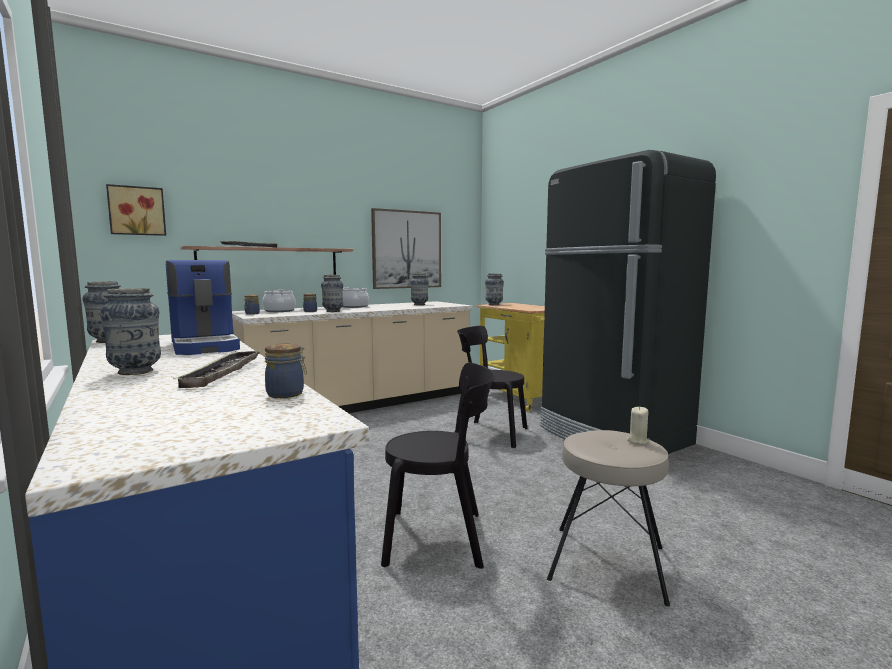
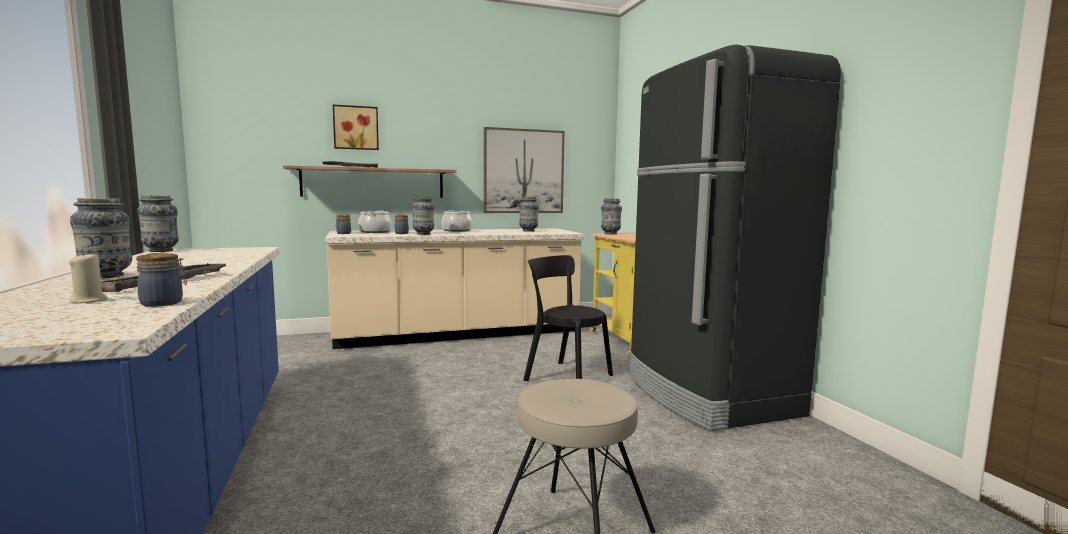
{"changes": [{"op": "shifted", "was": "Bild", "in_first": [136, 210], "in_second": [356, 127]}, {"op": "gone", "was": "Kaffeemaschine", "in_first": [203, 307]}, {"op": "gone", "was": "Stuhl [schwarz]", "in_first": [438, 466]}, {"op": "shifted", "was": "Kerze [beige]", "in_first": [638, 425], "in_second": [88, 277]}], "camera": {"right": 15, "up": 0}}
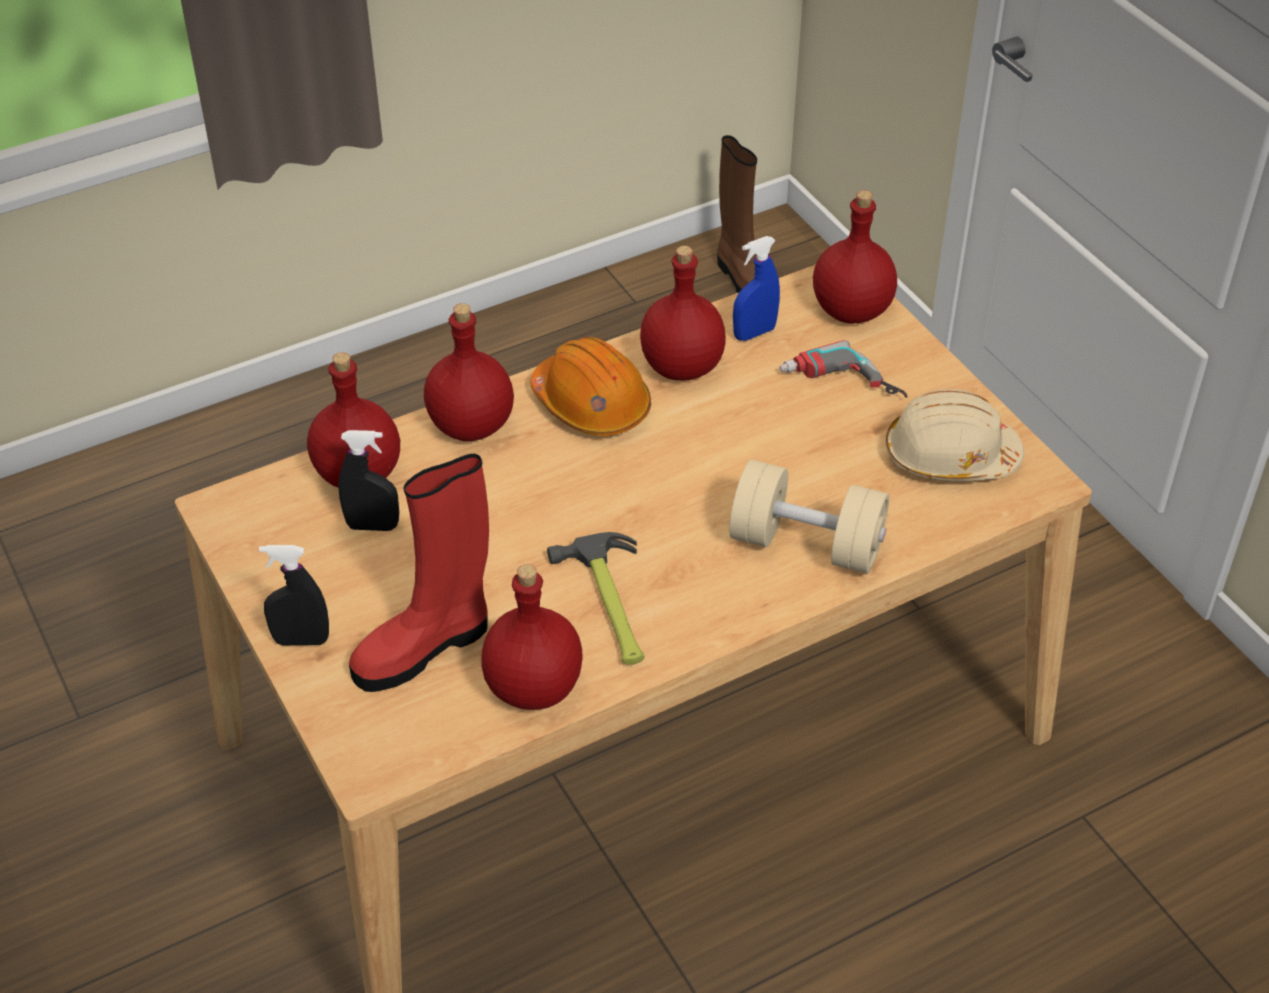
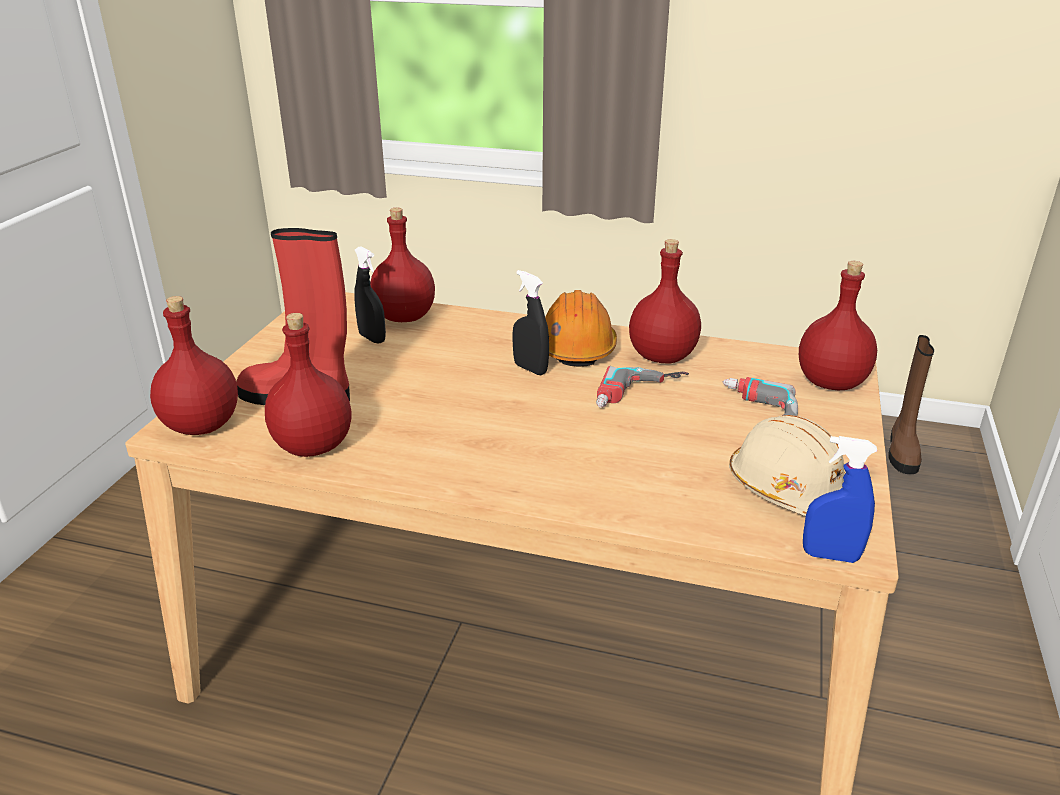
{"changes": [{"op": "shifted", "was": "Sprühflasche [blau]", "in_first": [756, 288], "in_second": [840, 499]}, {"op": "shifted", "was": "Flasche [rot]", "in_first": [469, 372], "in_second": [194, 365]}, {"op": "gone", "was": "Hantel [beige]", "in_first": [809, 517]}, {"op": "gone", "was": "Hammer", "in_first": [595, 598]}, {"op": "shifted", "was": "Sprühflasche [schwarz]", "in_first": [294, 595], "in_second": [530, 322]}, {"op": "new", "now": "Bohrmaschine", "in_second": [642, 387]}], "camera": {"right": 45, "up": -15}}
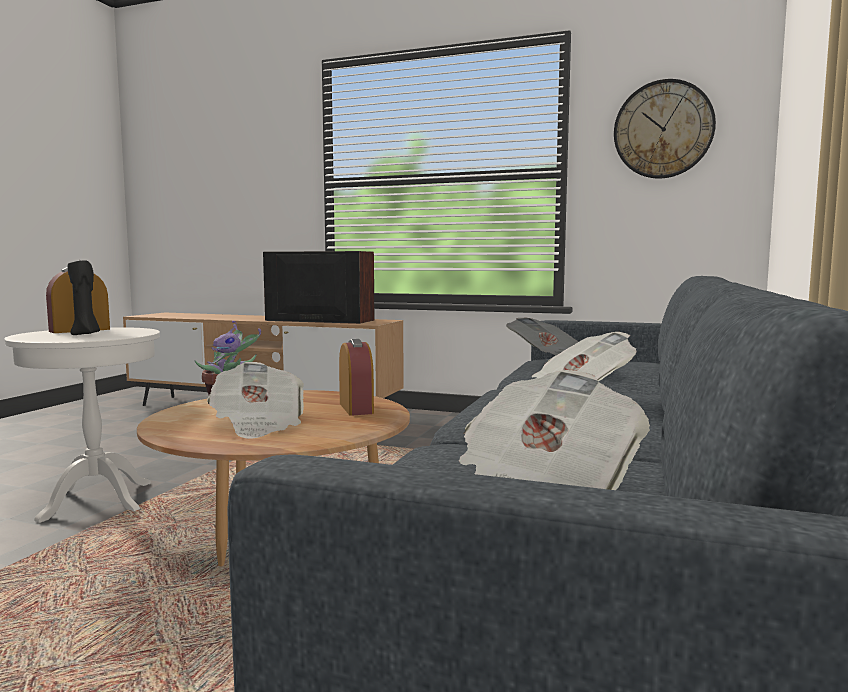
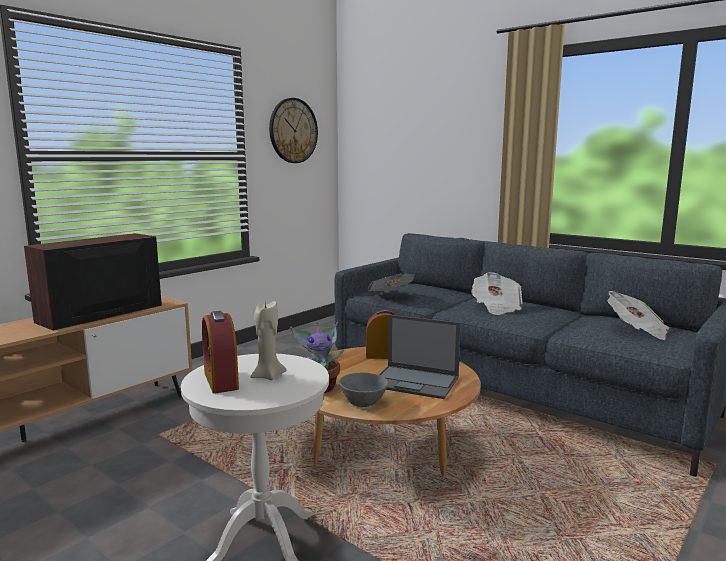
{"changes": [{"op": "repainted", "was": "Kerze [schwarz]", "now": "Kerze [beige]", "in_first": [84, 297], "in_second": [268, 341]}, {"op": "swapped", "was": "Zeitung", "now": "Laptop", "in_first": [255, 400], "in_second": [420, 357]}, {"op": "new", "now": "Schüssel [grau]", "in_second": [363, 390]}], "camera": {"right": -70, "up": 5}}
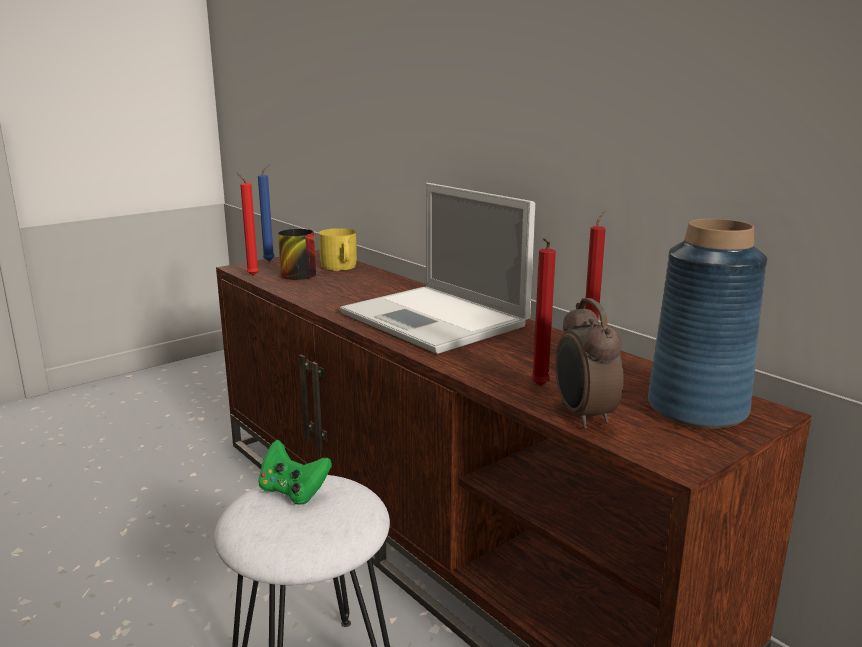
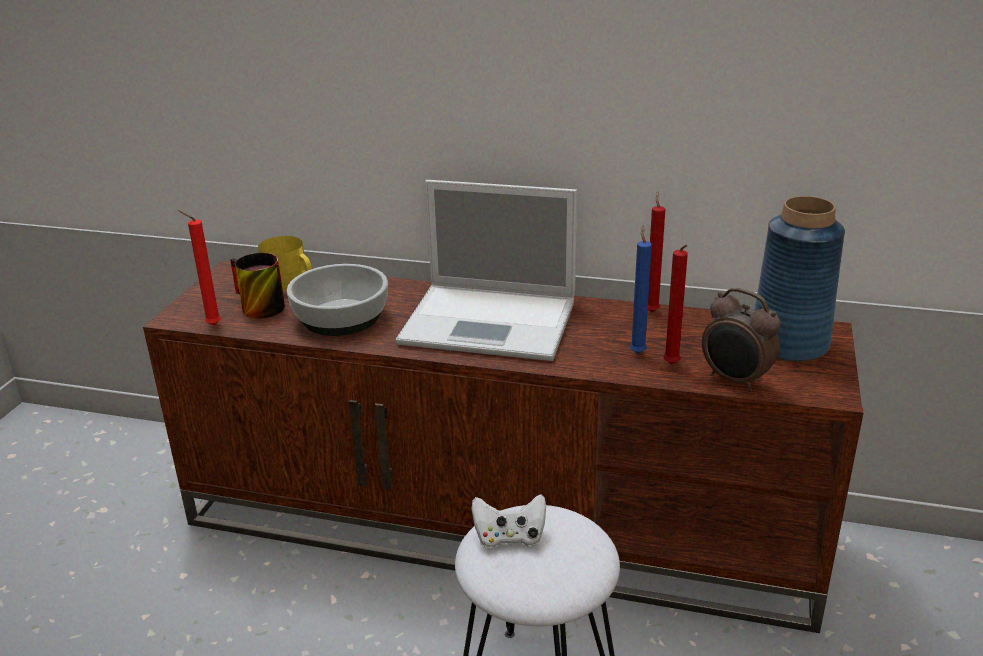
{"changes": [{"op": "shifted", "was": "Kerze [blau]", "in_first": [266, 213], "in_second": [641, 289]}, {"op": "repainted", "was": "Gamepad [grün]", "now": "Gamepad [weiß]", "in_first": [295, 472], "in_second": [508, 521]}, {"op": "new", "now": "Schüssel", "in_second": [337, 300]}], "camera": {"right": -35, "up": 10}}
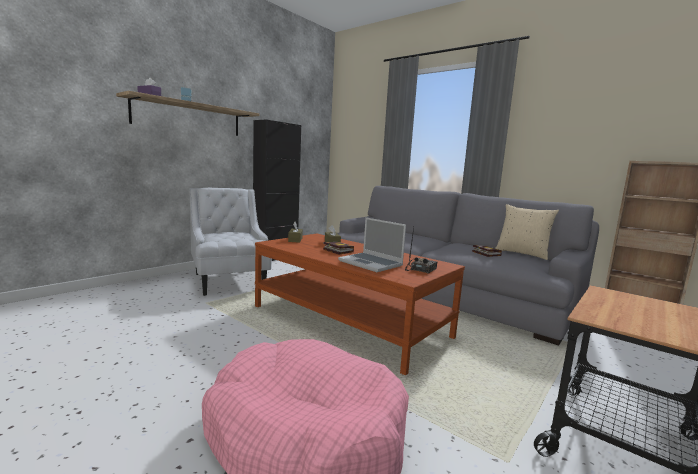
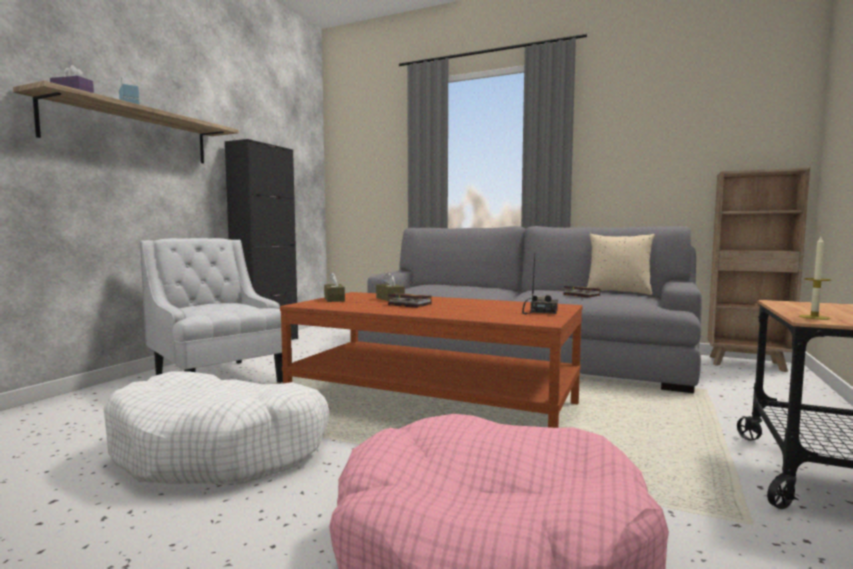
{"changes": [{"op": "gone", "was": "Laptop", "in_first": [372, 244]}, {"op": "new", "now": "Kerze", "in_second": [815, 278]}, {"op": "new", "now": "Hundebett [weiß]", "in_second": [216, 427]}], "camera": {"right": -15, "up": -5}}
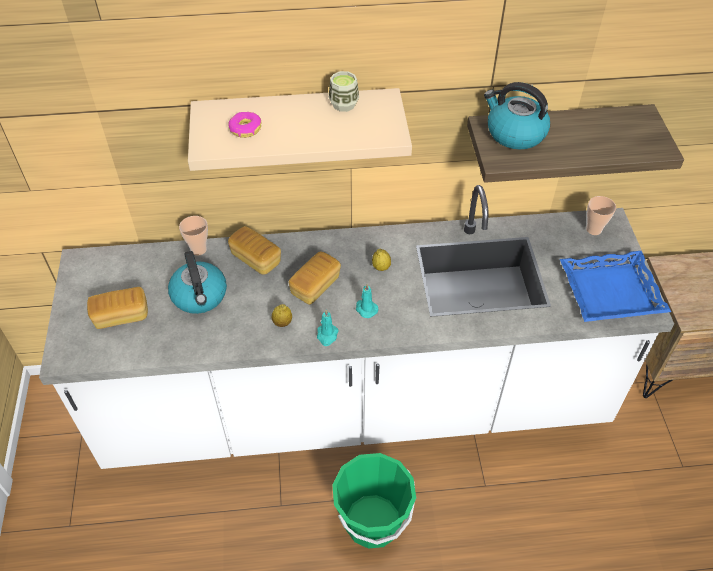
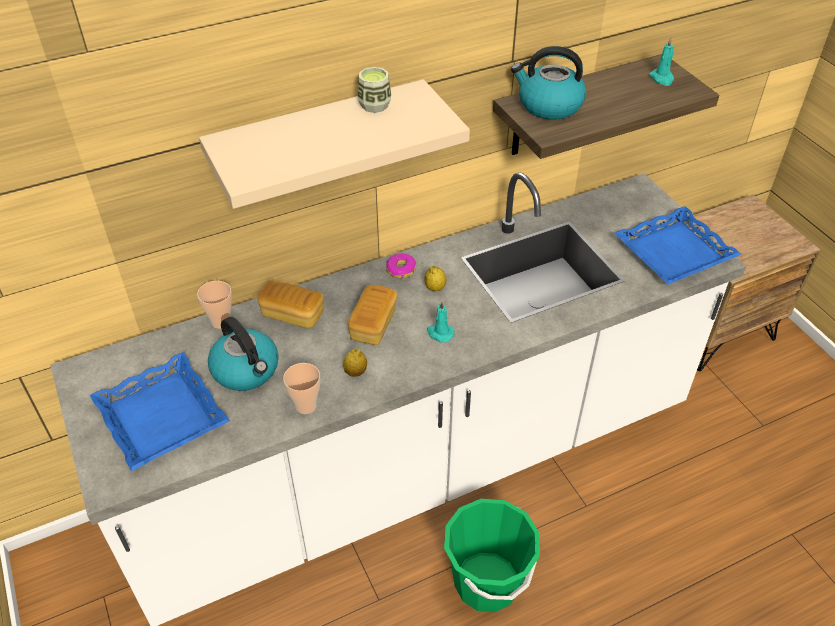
{"changes": [{"op": "shifted", "was": "Donut", "in_first": [244, 125], "in_second": [401, 265]}, {"op": "shifted", "was": "Tasse", "in_first": [601, 215], "in_second": [301, 388]}, {"op": "swapped", "was": "Brot", "now": "Tablett [blau]", "in_first": [117, 308], "in_second": [160, 411]}, {"op": "shifted", "was": "Kerze [türkis]", "in_first": [328, 328], "in_second": [661, 61]}], "camera": {"right": -20, "up": -5}}
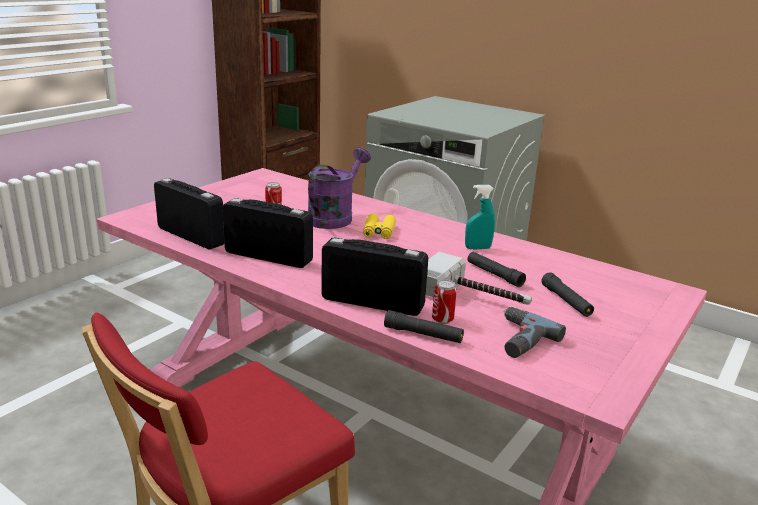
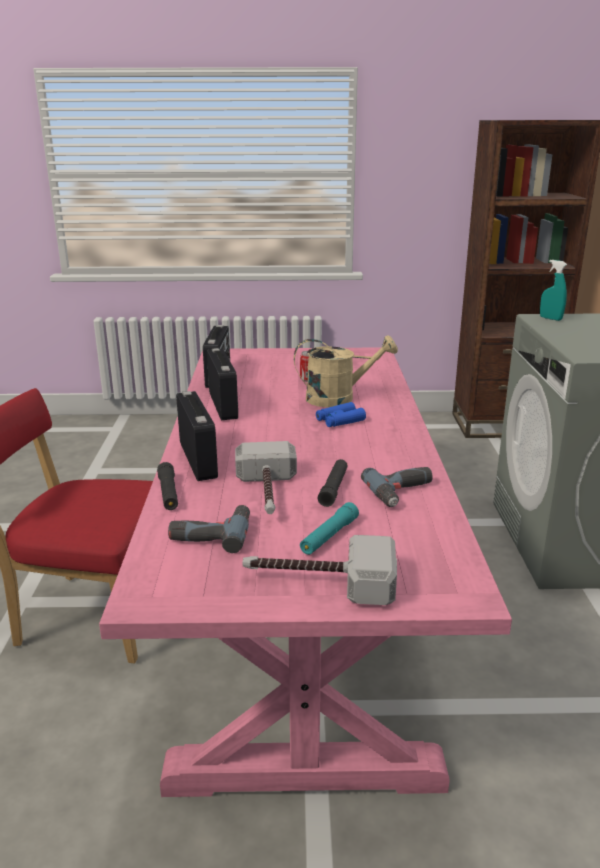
{"changes": [{"op": "repainted", "was": "Gießkanne [lila]", "now": "Gießkanne [beige]", "in_first": [339, 188], "in_second": [346, 371]}, {"op": "shifted", "was": "Sprühflasche [türkis]", "in_first": [480, 217], "in_second": [553, 290]}, {"op": "repainted", "was": "Fernglas [gelb]", "now": "Fernglas [blau]", "in_first": [379, 226], "in_second": [341, 414]}, {"op": "repainted", "was": "Taschenlampe [schwarz]", "now": "Taschenlampe [türkis]", "in_first": [567, 294], "in_second": [329, 528]}, {"op": "gone", "was": "Dose", "in_first": [444, 302]}, {"op": "new", "now": "Bohrmaschine", "in_second": [397, 487]}, {"op": "new", "now": "Hammer", "in_second": [320, 570]}], "camera": {"right": 55, "up": 0}}
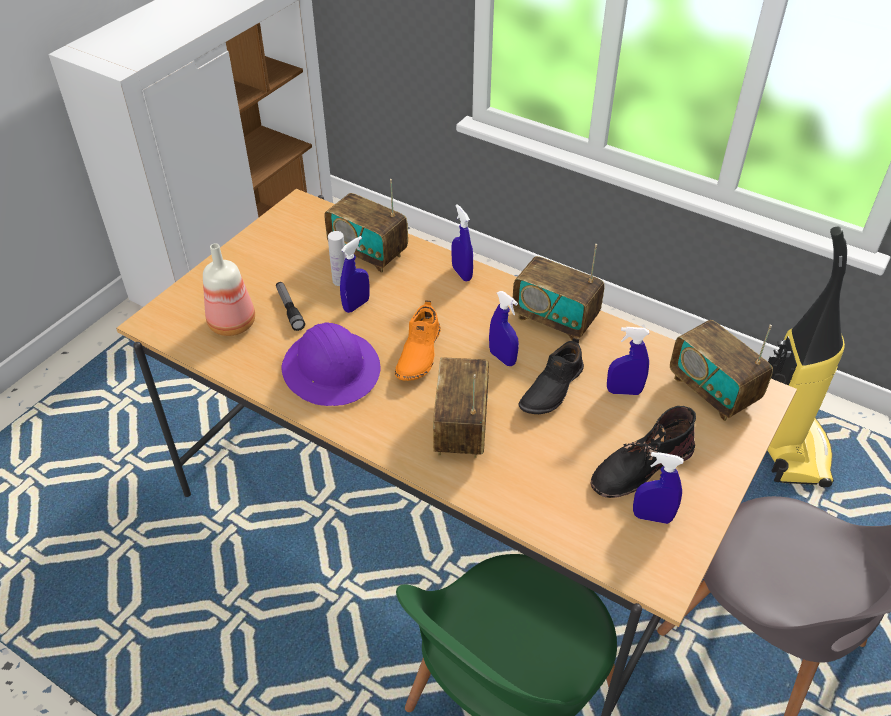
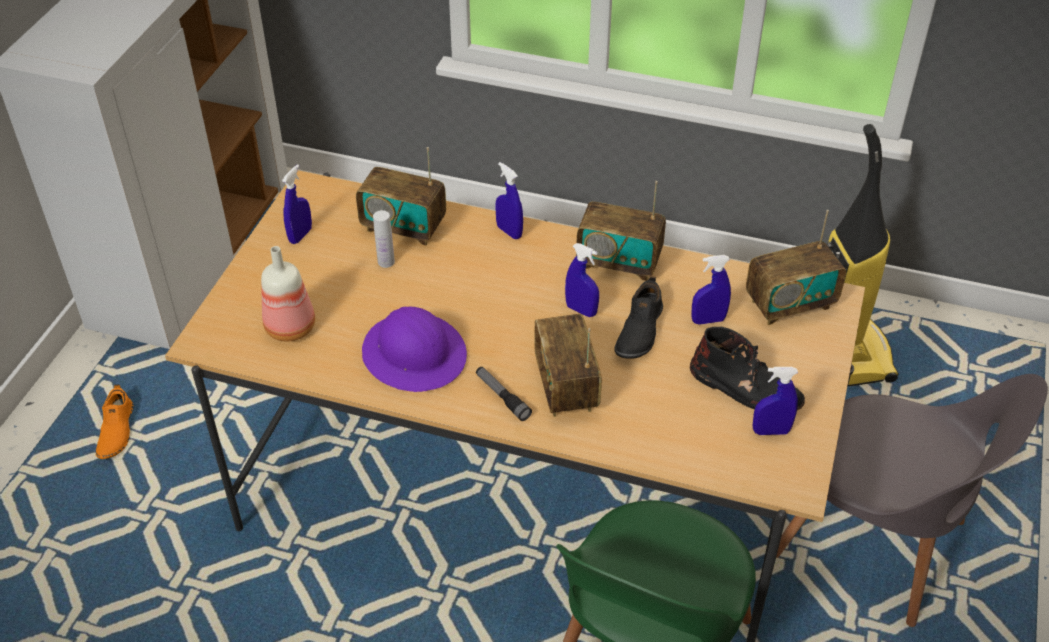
{"changes": [{"op": "shifted", "was": "Sprühflasche [blau]", "in_first": [355, 274], "in_second": [297, 204]}, {"op": "shifted", "was": "Taschenlampe", "in_first": [290, 306], "in_second": [504, 394]}, {"op": "shifted", "was": "Schuh [orange]", "in_first": [418, 340], "in_second": [114, 421]}, {"op": "rotated", "was": "Radio", "in_first": [721, 370], "in_second": [796, 267], "clockwise": -60}, {"op": "rotated", "was": "Stiefel [schwarz]", "in_first": [643, 452], "in_second": [747, 368], "clockwise": -105}], "camera": {"right": -15, "up": 0}}
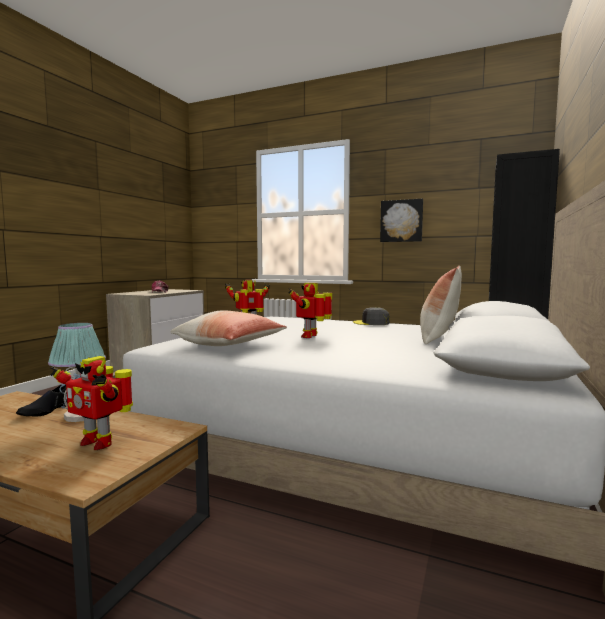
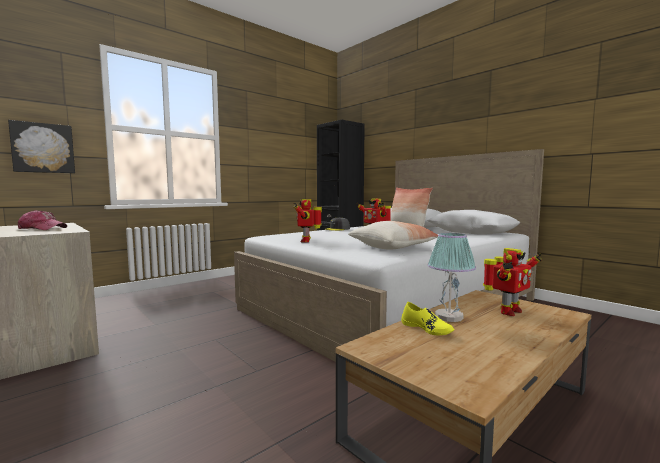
{"changes": [{"op": "shifted", "was": "Bild", "in_first": [401, 220], "in_second": [41, 146]}, {"op": "repainted", "was": "Schuh [schwarz]", "now": "Schuh [gelb]", "in_first": [41, 400], "in_second": [428, 318]}], "camera": {"right": -65, "up": 0}}
